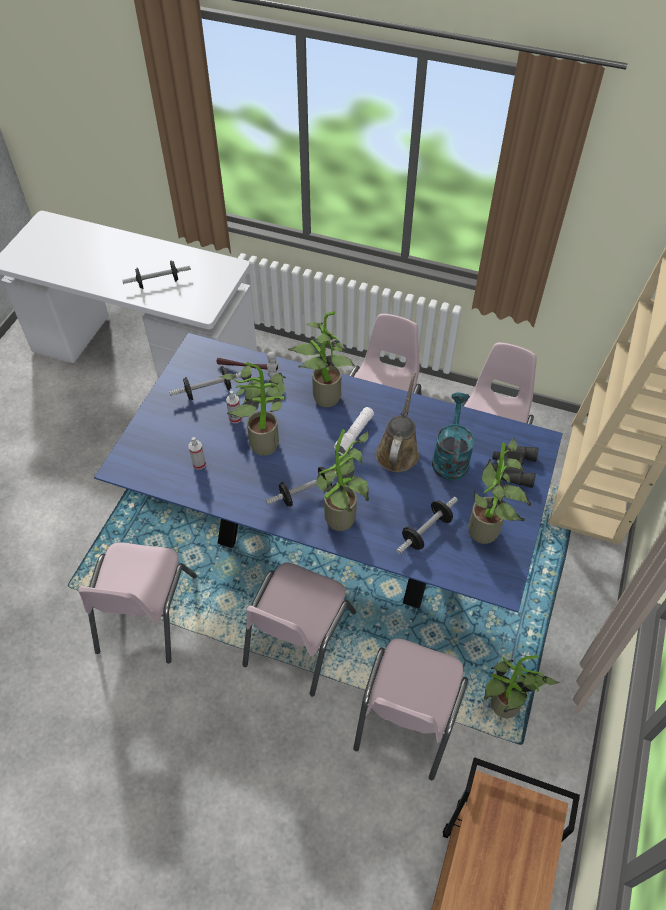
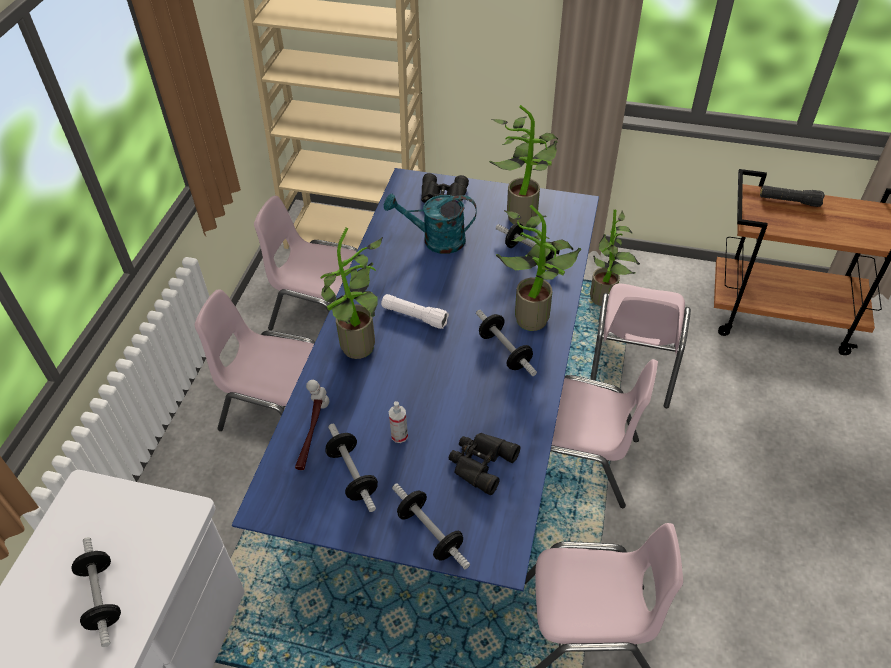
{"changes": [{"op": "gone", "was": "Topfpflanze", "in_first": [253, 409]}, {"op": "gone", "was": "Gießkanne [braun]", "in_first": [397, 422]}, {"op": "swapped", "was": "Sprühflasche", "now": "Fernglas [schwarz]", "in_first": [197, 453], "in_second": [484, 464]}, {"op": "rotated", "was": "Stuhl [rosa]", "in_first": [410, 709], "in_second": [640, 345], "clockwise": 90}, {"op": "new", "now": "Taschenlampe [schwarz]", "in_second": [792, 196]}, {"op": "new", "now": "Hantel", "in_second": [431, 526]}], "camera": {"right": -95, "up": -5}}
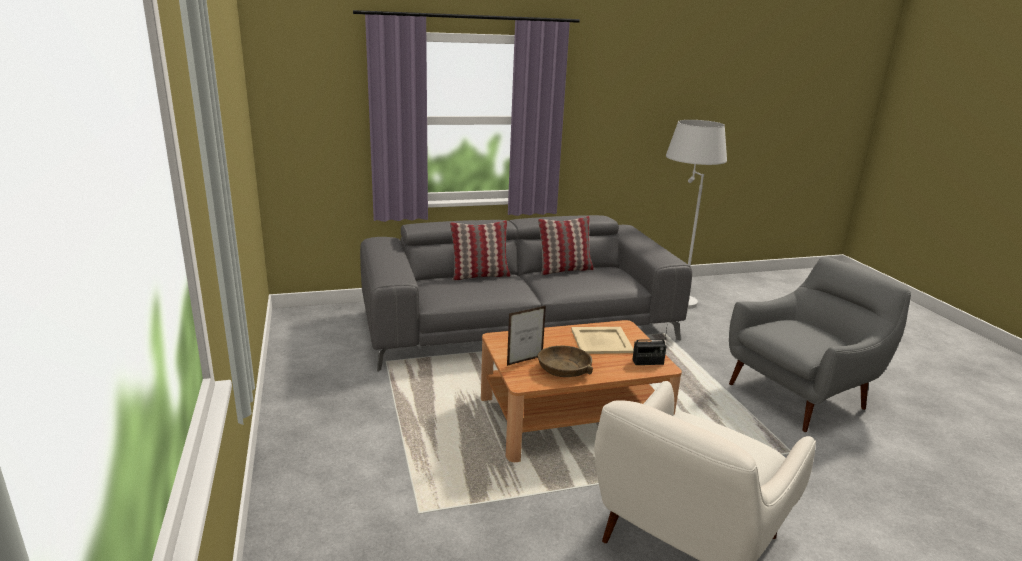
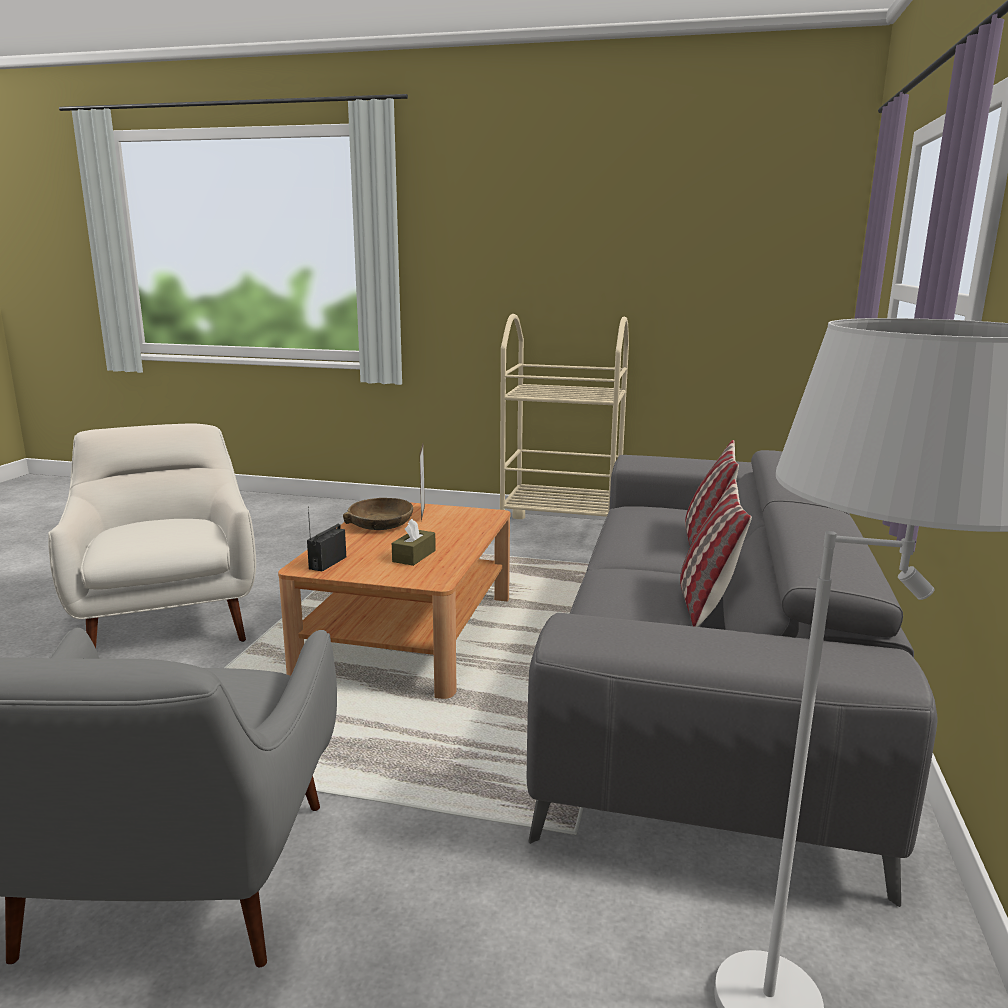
{"changes": [{"op": "swapped", "was": "Tablett [beige]", "now": "Taschentuchbox [braun]", "in_first": [602, 340], "in_second": [414, 542]}, {"op": "new", "now": "Rollwagen [beige]", "in_second": [564, 416]}], "camera": {"right": 120, "up": -5}}
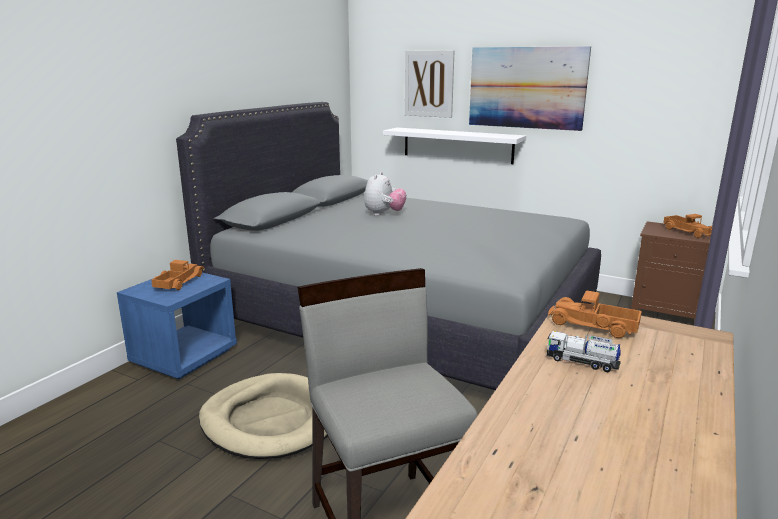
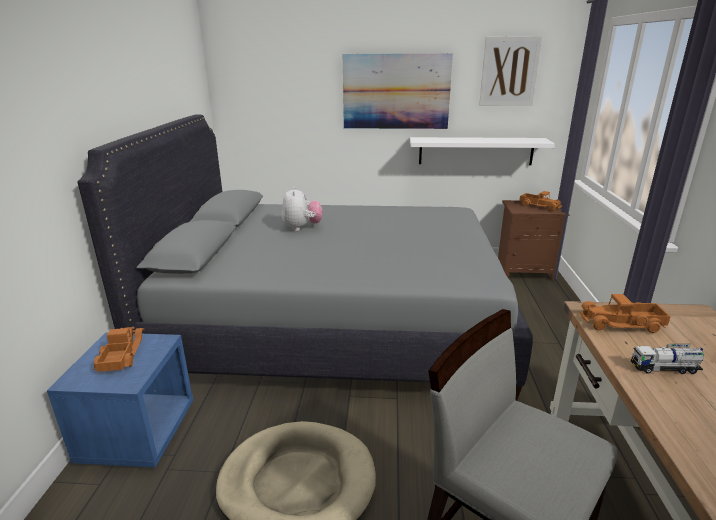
{"changes": [{"op": "shifted", "was": "Bild", "in_first": [429, 84], "in_second": [510, 71]}, {"op": "shifted", "was": "Wandregal [weiß]", "in_first": [454, 146], "in_second": [482, 151]}], "camera": {"right": -25, "up": 5}}
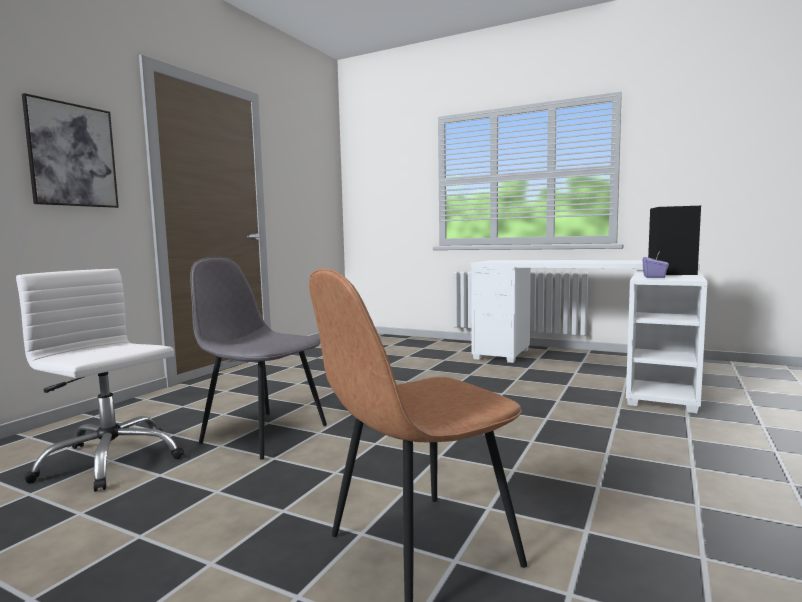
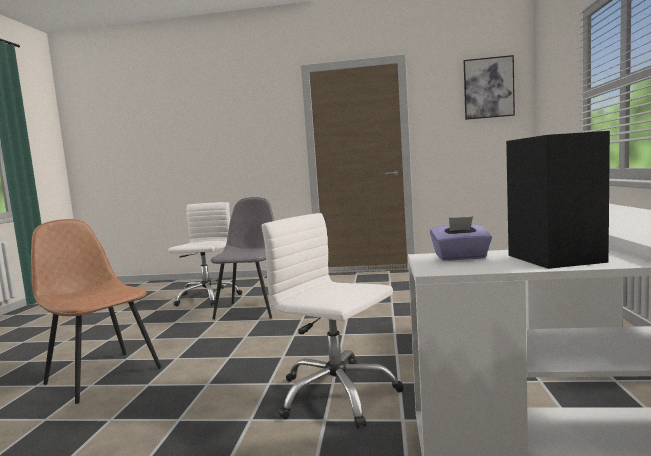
{"changes": [{"op": "shifted", "was": "Bild", "in_first": [70, 150], "in_second": [489, 87]}, {"op": "new", "now": "Bürostuhl [weiß]", "in_second": [333, 321]}], "camera": {"right": 70, "up": 0}}
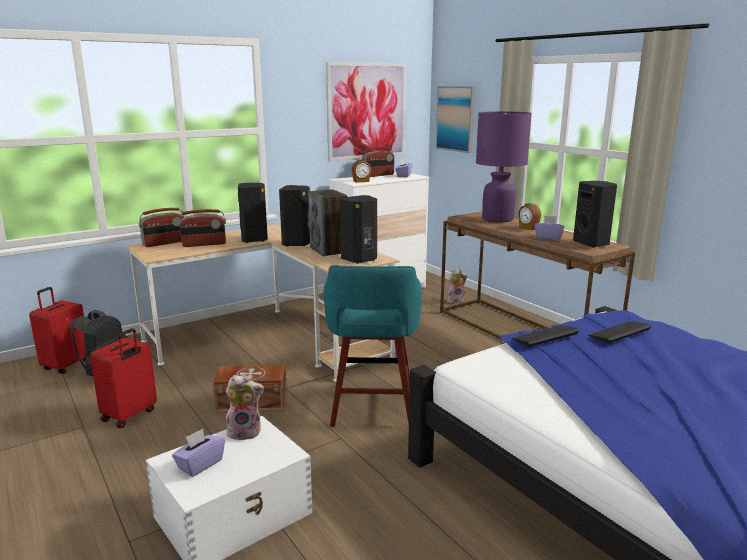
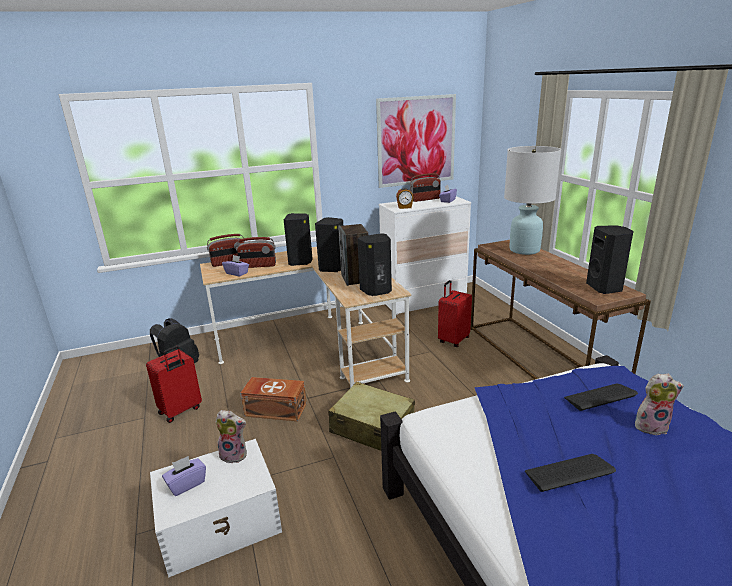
{"changes": [{"op": "gone", "was": "Bild", "in_first": [455, 119]}, {"op": "repainted", "was": "Tischlampe [lila]", "now": "Tischlampe [weiß]", "in_first": [504, 167], "in_second": [532, 200]}, {"op": "gone", "was": "Wecker", "in_first": [529, 216]}, {"op": "shifted", "was": "Taschentuchbox [lila]", "in_first": [549, 227], "in_second": [235, 265]}, {"op": "swapped", "was": "Hocker [türkis]", "now": "Koffer [beige]", "in_first": [373, 346], "in_second": [371, 416]}, {"op": "shifted", "was": "Plüschtier", "in_first": [457, 286], "in_second": [659, 404]}, {"op": "shifted", "was": "Koffer [rot]", "in_first": [57, 330], "in_second": [455, 313]}, {"op": "shifted", "was": "Tastatur", "in_first": [546, 336], "in_second": [570, 473]}], "camera": {"right": 15, "up": 5}}
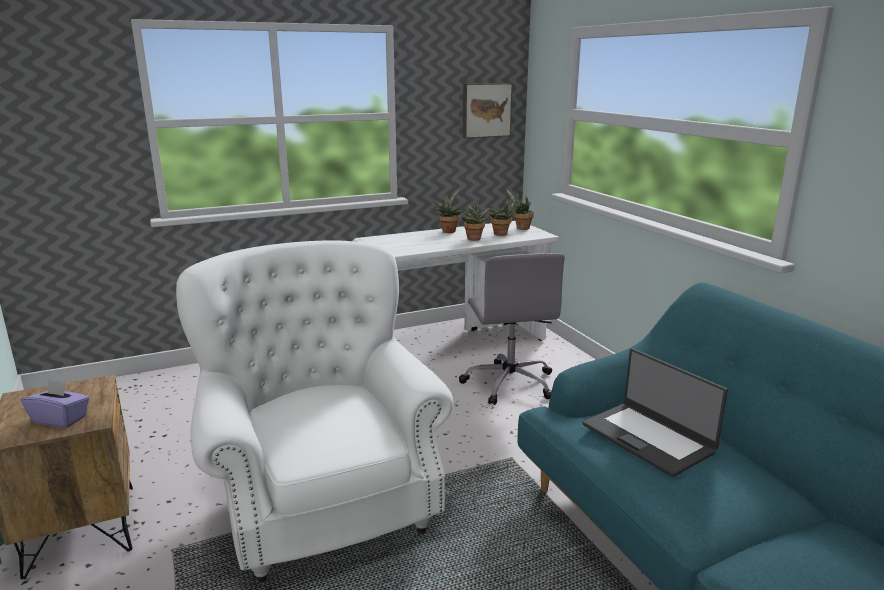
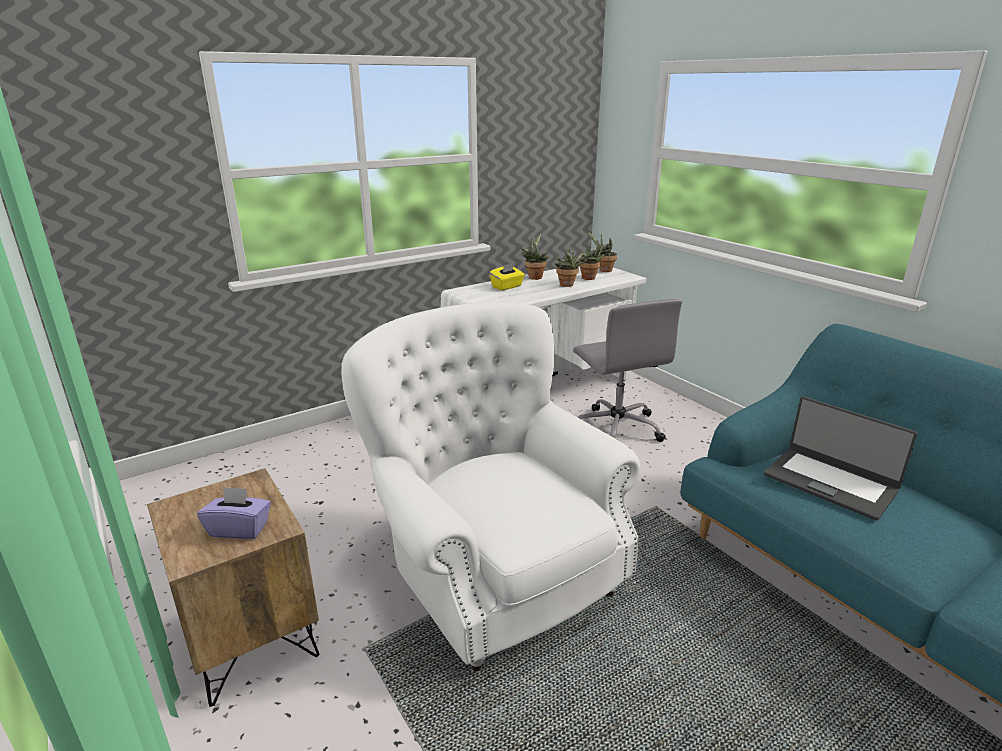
{"changes": [{"op": "gone", "was": "Bild", "in_first": [488, 110]}, {"op": "new", "now": "Taschentuchbox [gelb]", "in_second": [507, 277]}], "camera": {"right": -10, "up": 5}}
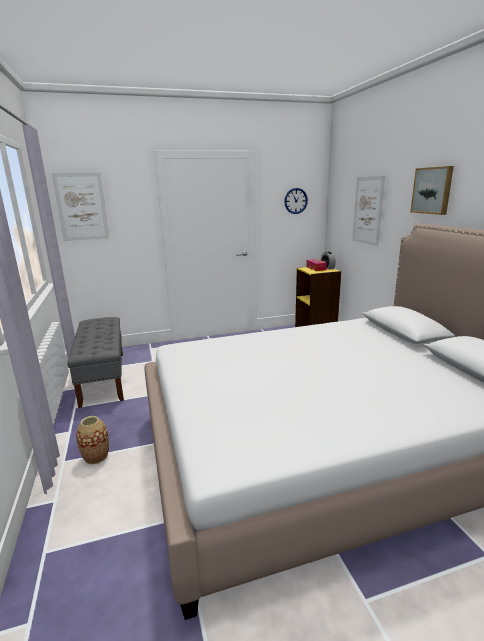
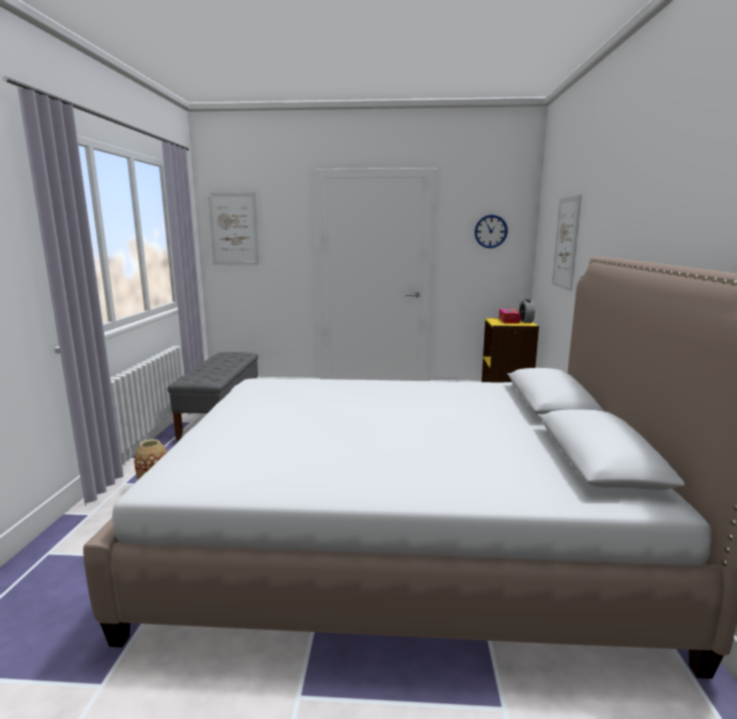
{"changes": [{"op": "gone", "was": "Bild", "in_first": [432, 190]}], "camera": {"right": 20, "up": -5}}
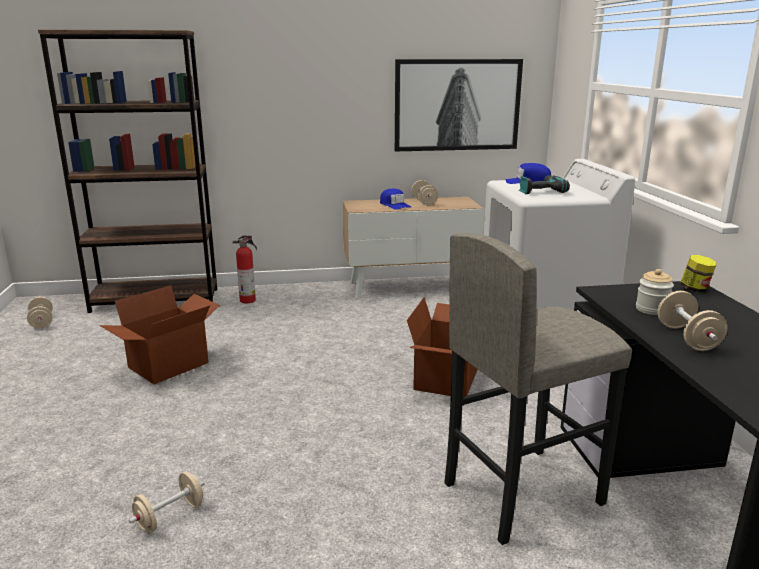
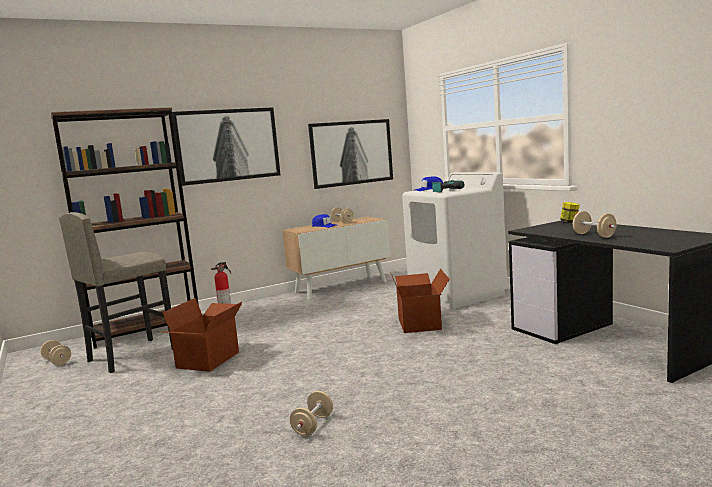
{"changes": [{"op": "shifted", "was": "Hocker [grau]", "in_first": [538, 389], "in_second": [116, 292]}, {"op": "gone", "was": "Vorratsglas", "in_first": [655, 292]}, {"op": "new", "now": "Bild", "in_second": [226, 146]}], "camera": {"right": -20, "up": -10}}
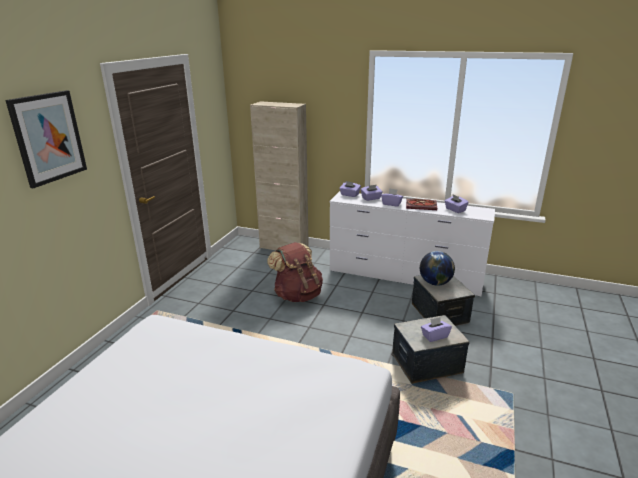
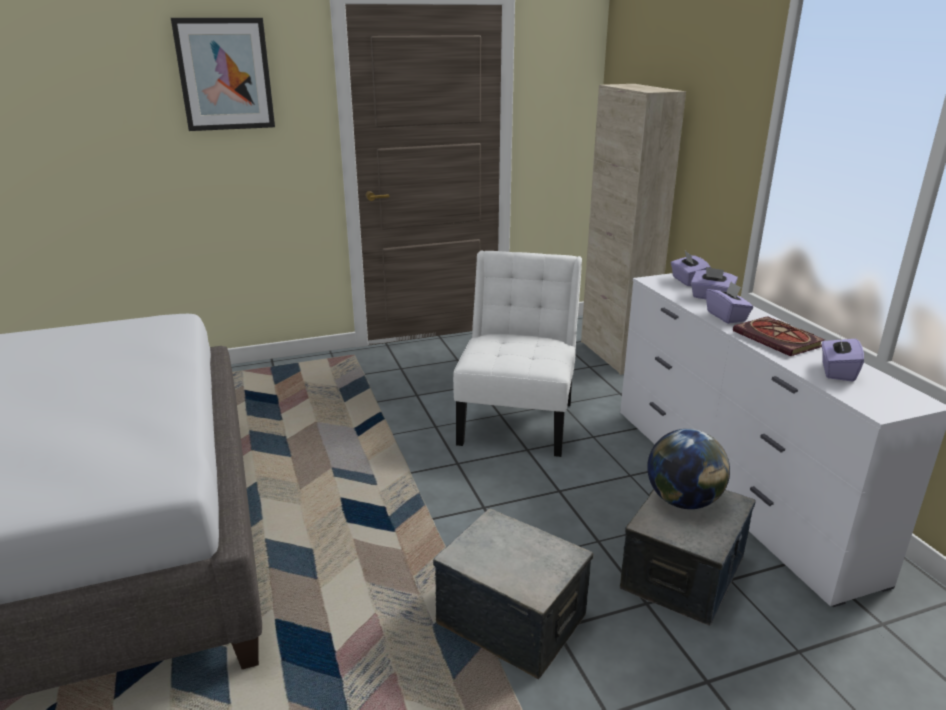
{"changes": [{"op": "swapped", "was": "Rucksack [braun]", "now": "Stuhl [weiß]", "in_first": [295, 272], "in_second": [517, 353]}, {"op": "gone", "was": "Taschentuchbox [lila]", "in_first": [436, 329]}], "camera": {"right": 50, "up": 0}}
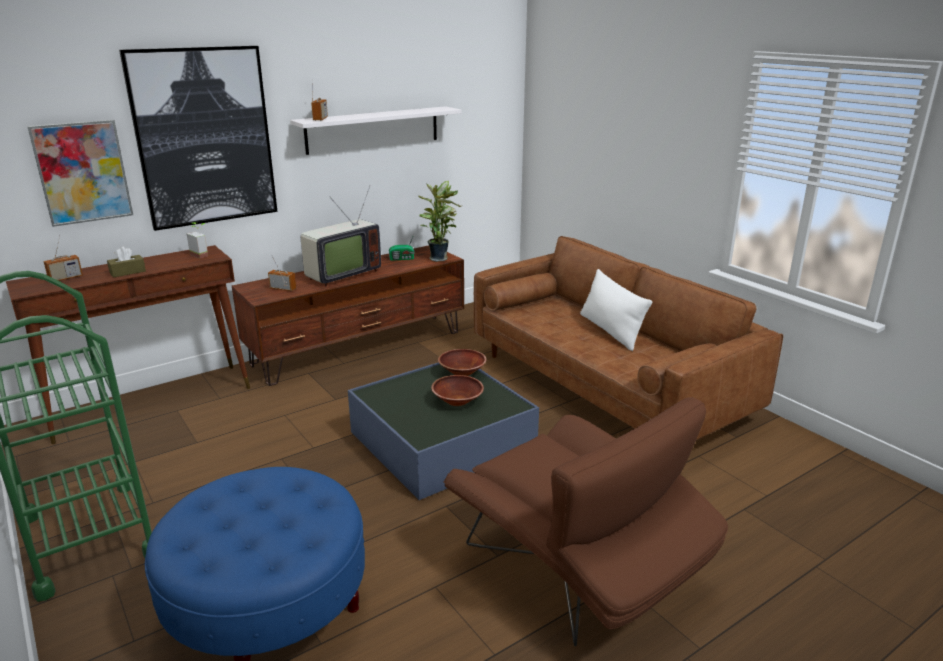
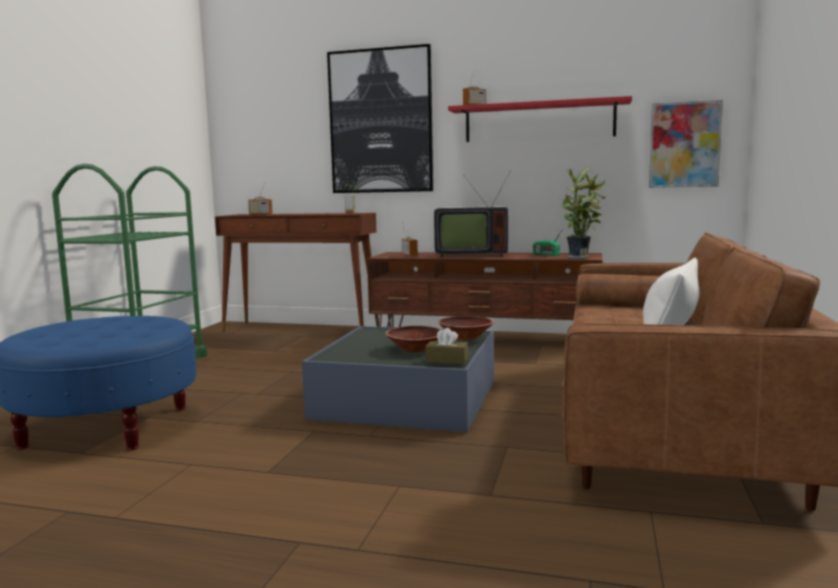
{"changes": [{"op": "repainted", "was": "Wandregal [weiß]", "now": "Wandregal [rot]", "in_first": [376, 130], "in_second": [540, 119]}, {"op": "shifted", "was": "Bild", "in_first": [80, 173], "in_second": [686, 144]}, {"op": "shifted", "was": "Taschentuchbox [braun]", "in_first": [126, 262], "in_second": [446, 346]}, {"op": "gone", "was": "Sessel [braun]", "in_first": [586, 521]}], "camera": {"right": 50, "up": -15}}
